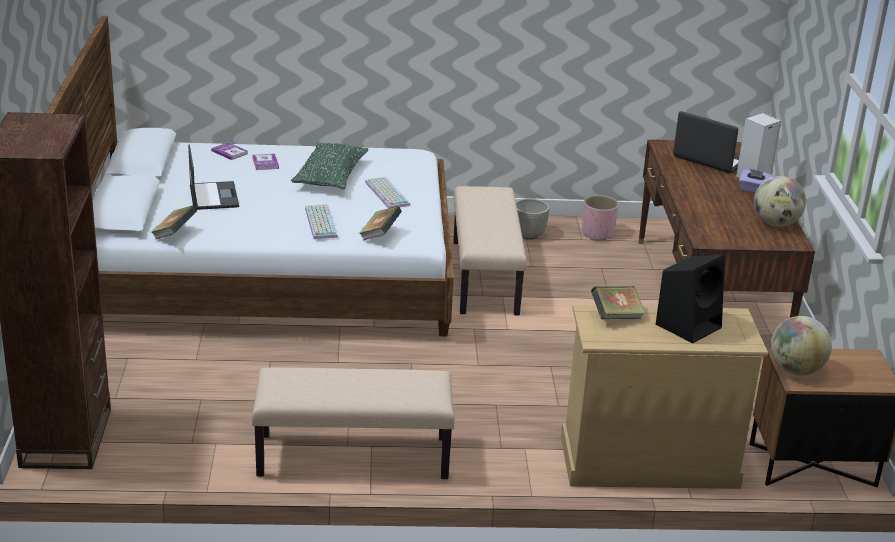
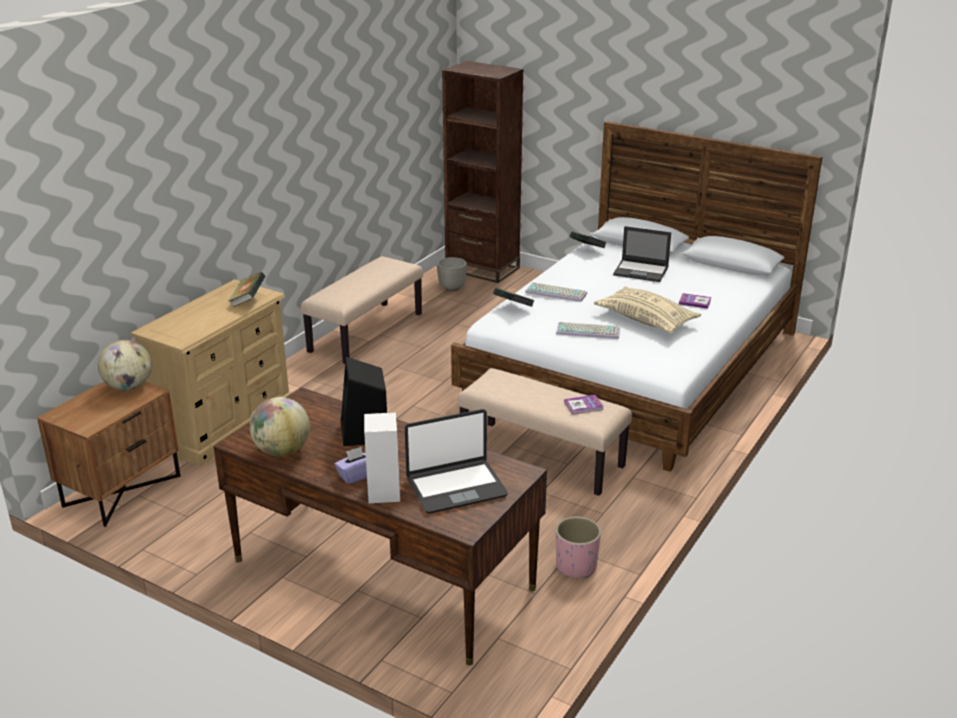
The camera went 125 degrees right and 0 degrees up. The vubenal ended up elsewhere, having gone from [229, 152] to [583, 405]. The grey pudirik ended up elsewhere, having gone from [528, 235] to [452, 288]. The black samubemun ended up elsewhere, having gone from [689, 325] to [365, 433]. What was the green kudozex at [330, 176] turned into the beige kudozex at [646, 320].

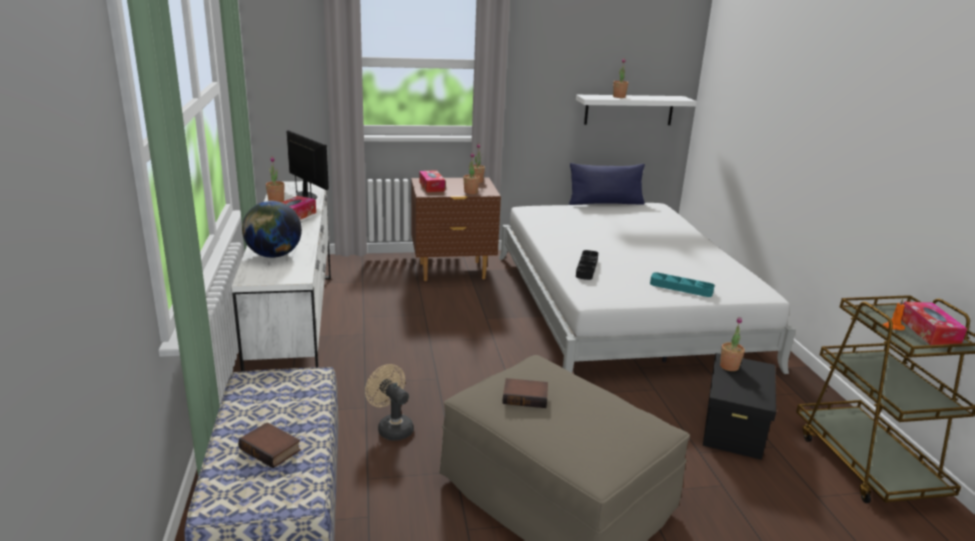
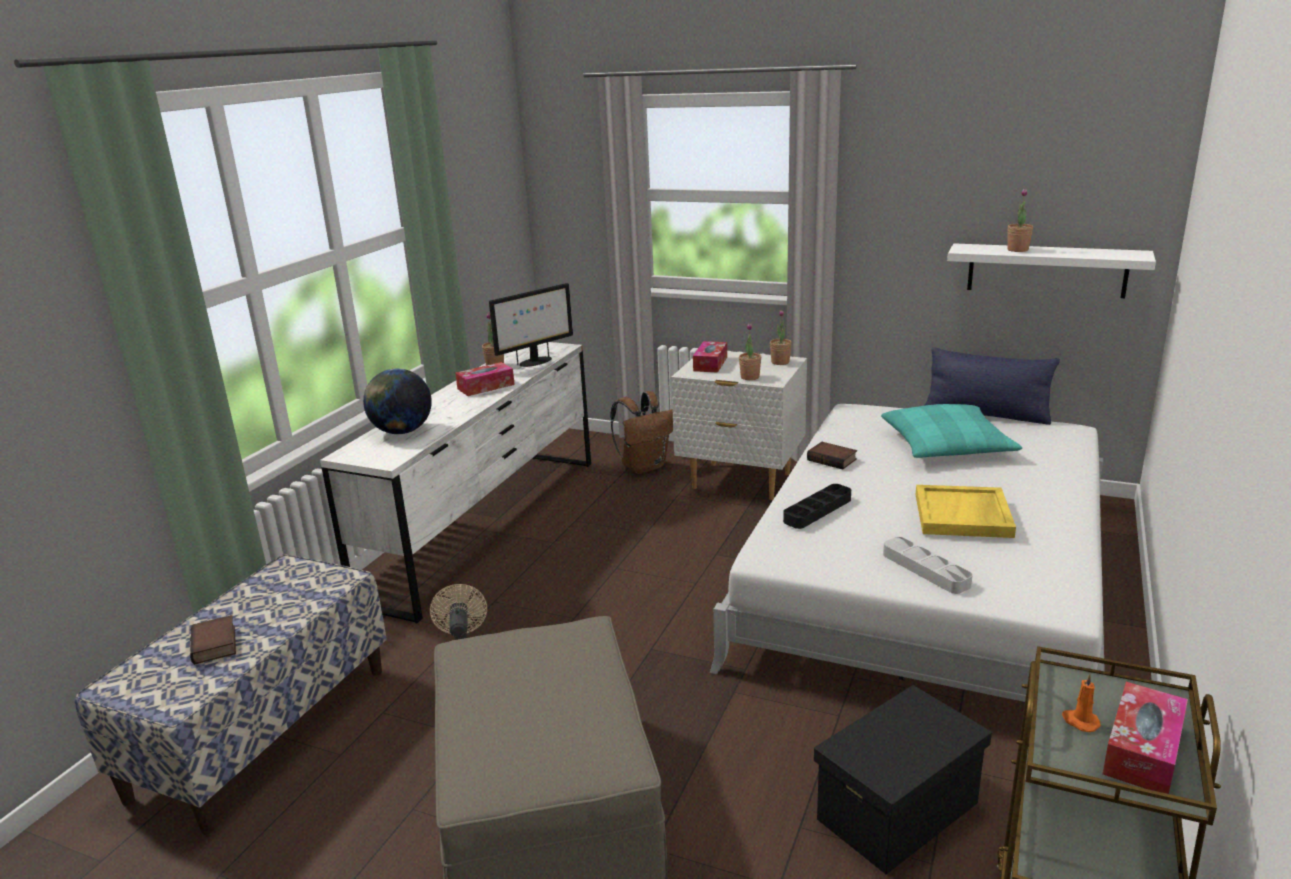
The camera went 35 degrees right and 0 degrees up. The second view lost the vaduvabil at [729, 366]. The second view gained the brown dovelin at [644, 466]. The second view gained the turquoise kudozex at [946, 446]. The second view gained the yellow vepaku at [963, 515]. The vubenal ended up elsewhere, having gone from [526, 397] to [833, 459]. What was the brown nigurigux at [452, 271] turned into the white nigurigux at [741, 482]. What was the turquoise vepaku at [681, 288] turned into the grey vepaku at [925, 569]. The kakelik at [307, 196] ended up facing another way, 60 degrees clockwise from before.

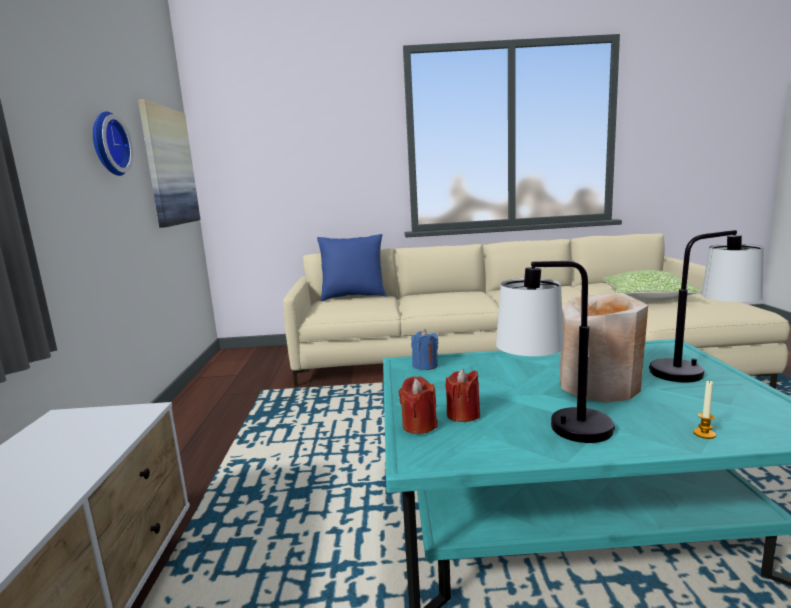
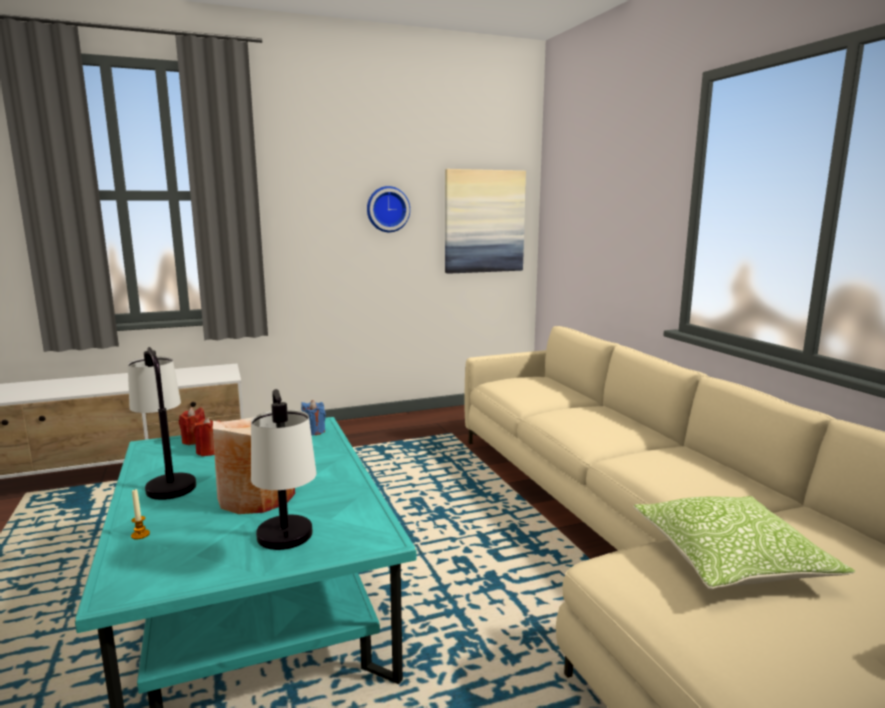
The camera went 70 degrees right and 0 degrees up. The second view lost the blue kudozex at [353, 297].

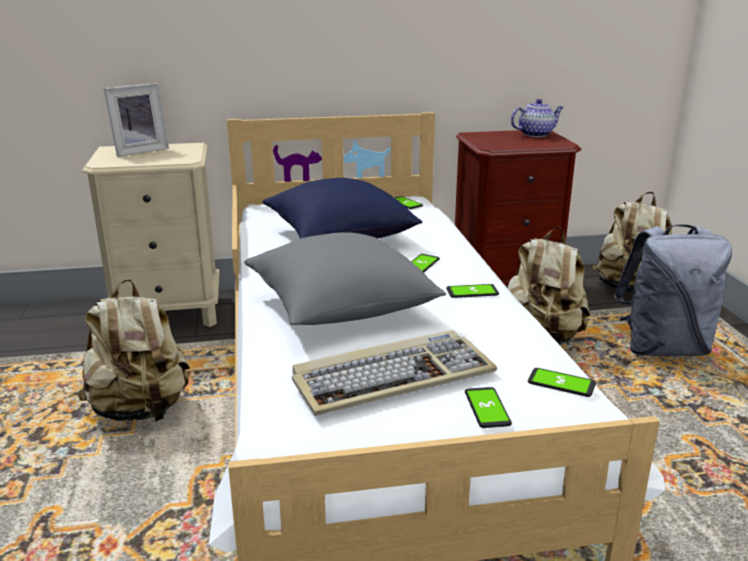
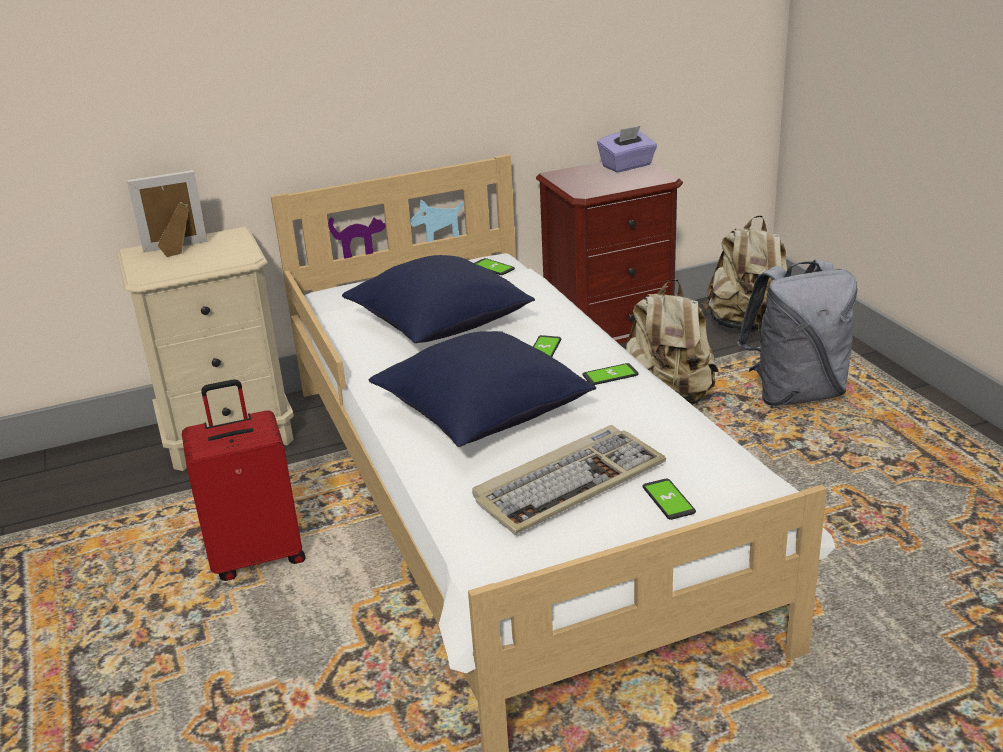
The camera went 10 degrees left and 5 degrees up. The second view lost the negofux at [561, 383]. Where the beige dovelin stood at [141, 410], the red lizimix came to stand at [257, 556]. Where the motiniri stood at [536, 134], the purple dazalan came to stand at [627, 166]. What was the grey kudozex at [341, 308] turned into the blue kudozex at [483, 415]. The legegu at [139, 150] ended up facing another way, 150 degrees counterclockwise from before.

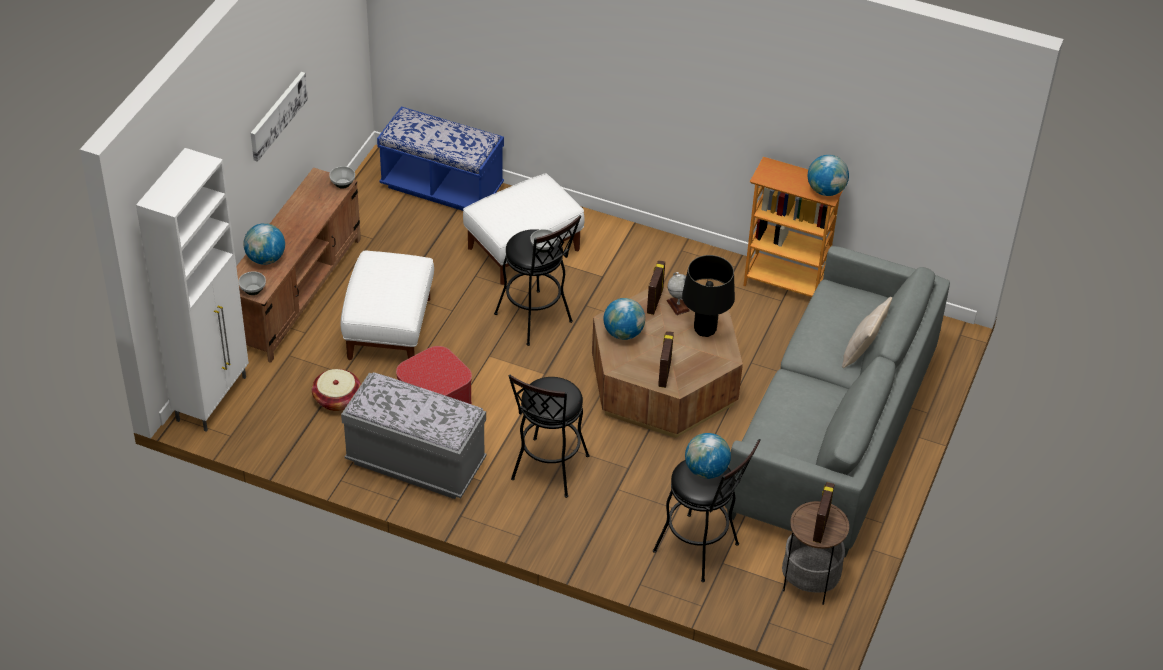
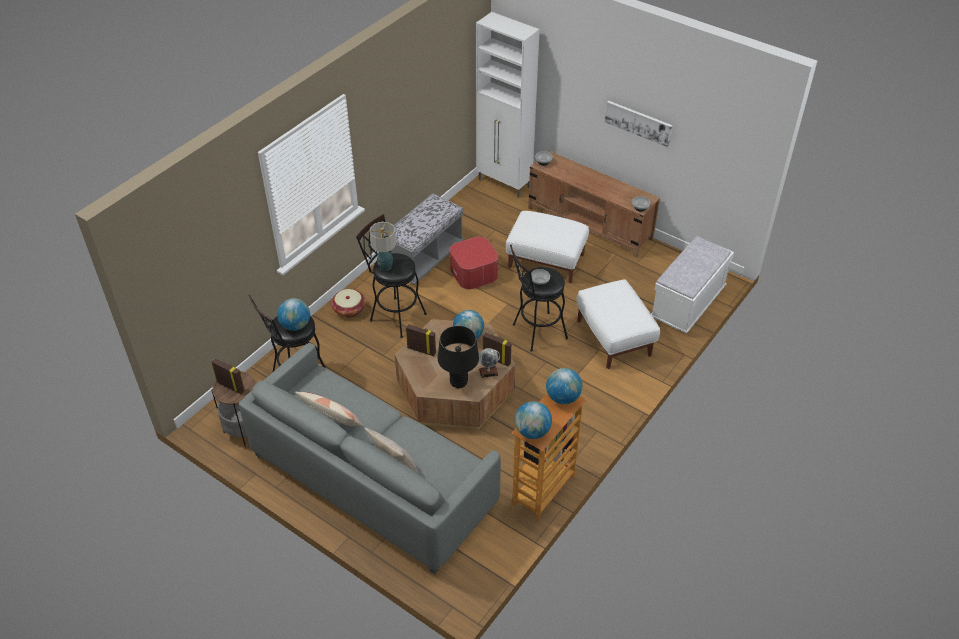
The camera went 105 degrees right and 0 degrees up. The second view gained the kudozex at [331, 418]. The second view gained the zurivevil at [385, 266]. The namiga ended up elsewhere, having gone from [265, 258] to [563, 397]. The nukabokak ended up elsewhere, having gone from [337, 399] to [349, 309]. What was the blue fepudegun at [442, 187] turned into the white fepudegun at [688, 304].

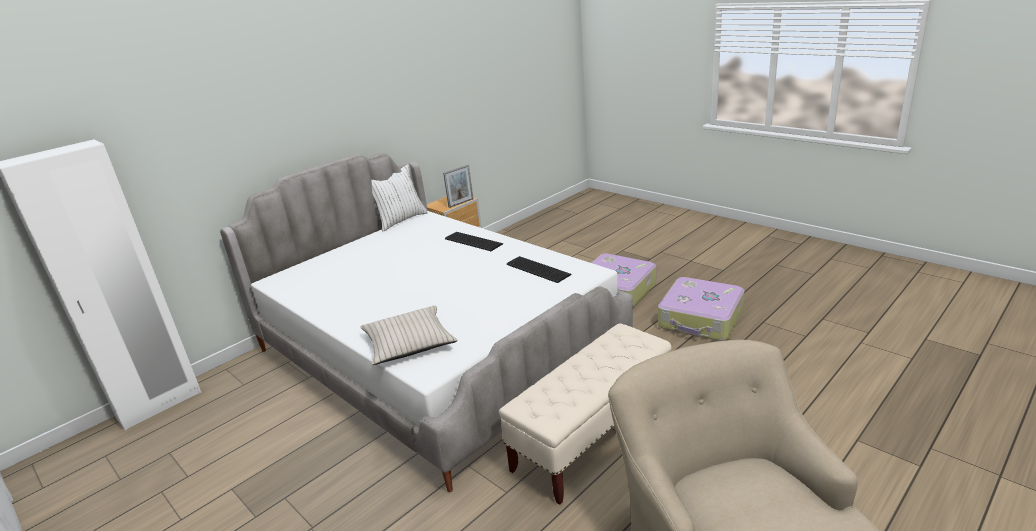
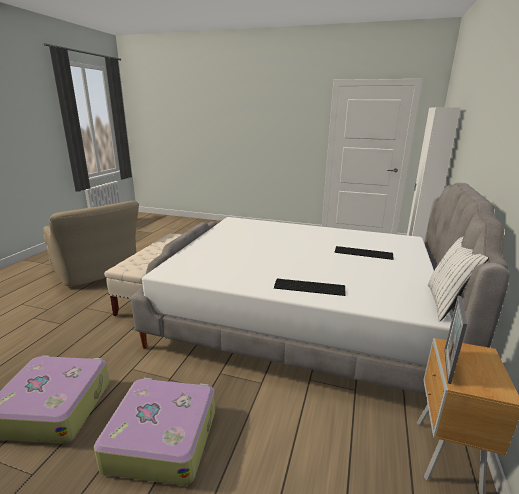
The camera went 150 degrees right and 5 degrees down. The second view lost the beige kudozex at [409, 343]. The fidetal ended up elsewhere, having gone from [538, 269] to [364, 253].

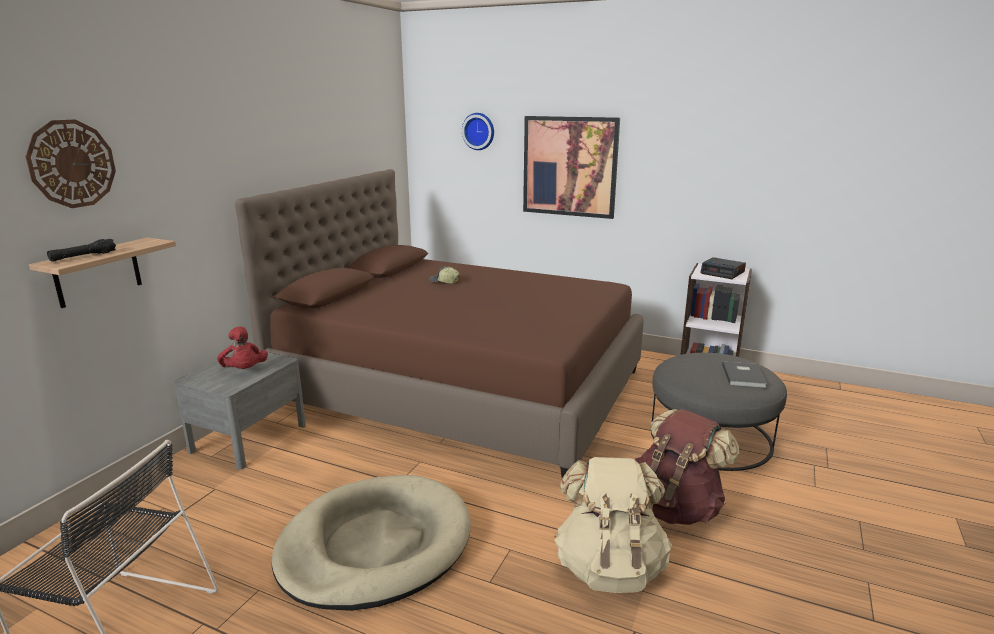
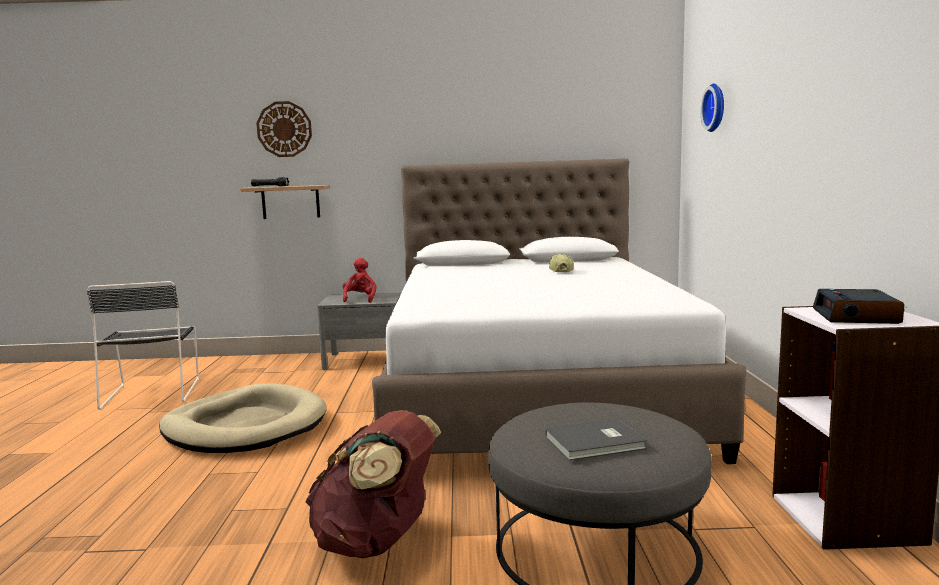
The camera went 65 degrees right and 10 degrees down. The second view lost the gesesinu at [569, 166]. The second view lost the beige dovelin at [609, 568]. What was the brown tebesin at [462, 387] turned into the white tebesin at [534, 393]. The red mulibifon at [244, 370] ended up facing another way, 150 degrees clockwise from before.

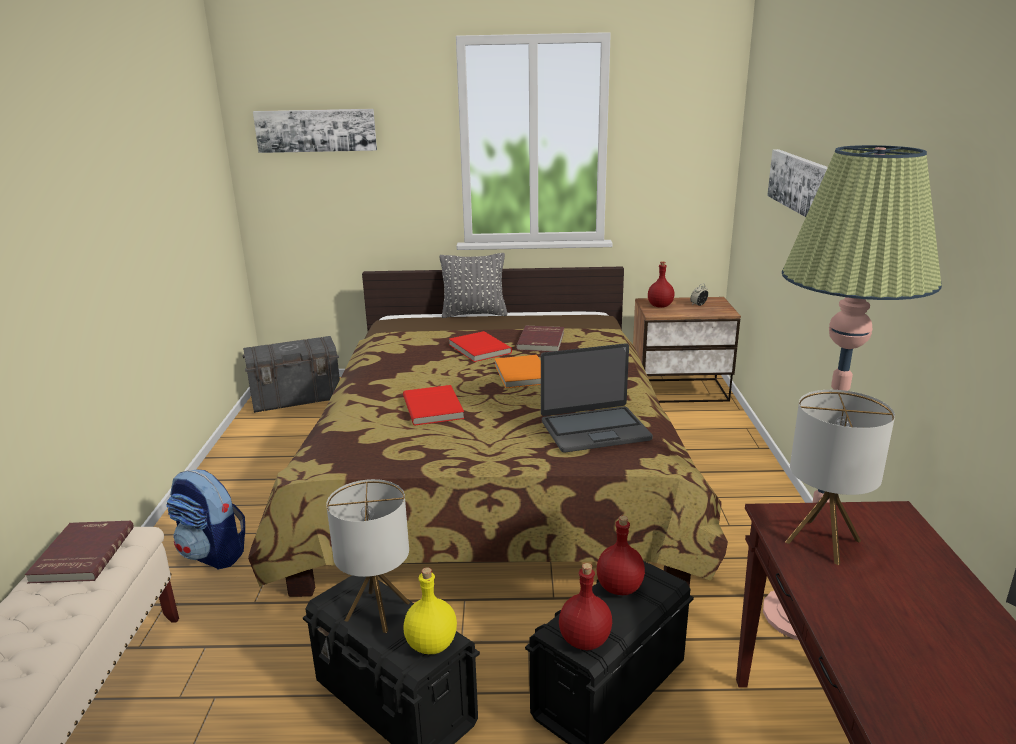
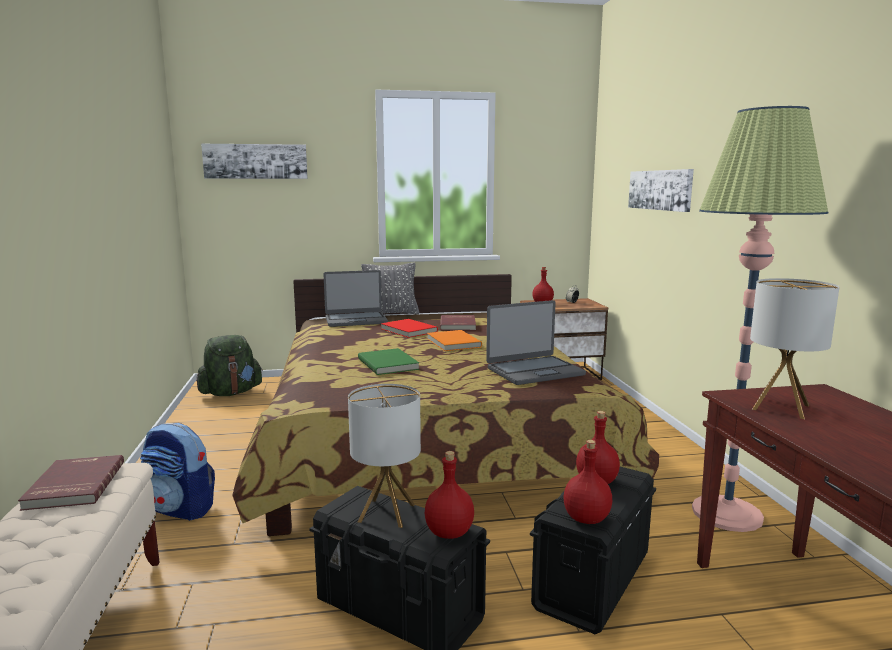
The camera went 10 degrees left and 10 degrees down. The second view gained the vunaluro at [356, 320]. Where the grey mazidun stood at [297, 398], the green dovelin came to stand at [231, 393]. What was the red vubenal at [434, 407] turned into the green vubenal at [389, 364]. What was the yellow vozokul at [432, 645] turned into the red vozokul at [450, 533].

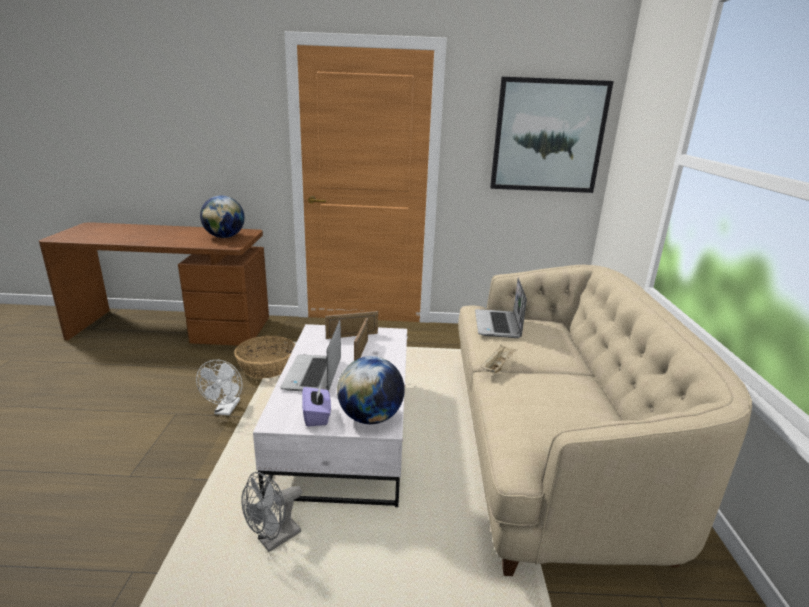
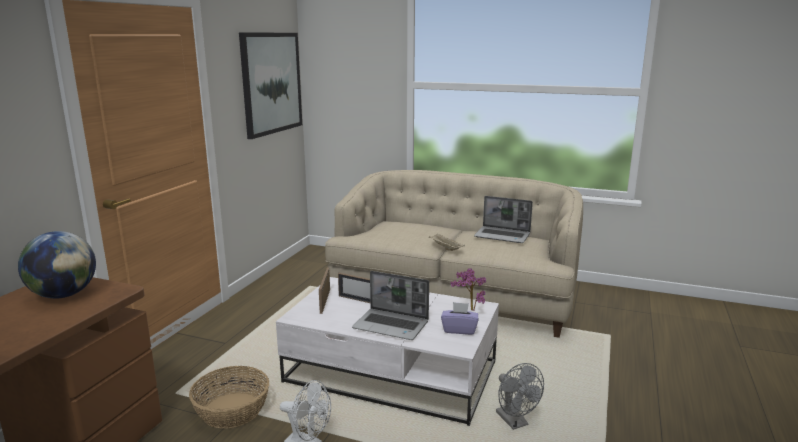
The camera went 70 degrees left and 5 degrees down. The vunaluro ended up elsewhere, having gone from [498, 325] to [503, 236]. Where the namiga stood at [370, 417], the vaduvabil came to stand at [469, 310].

